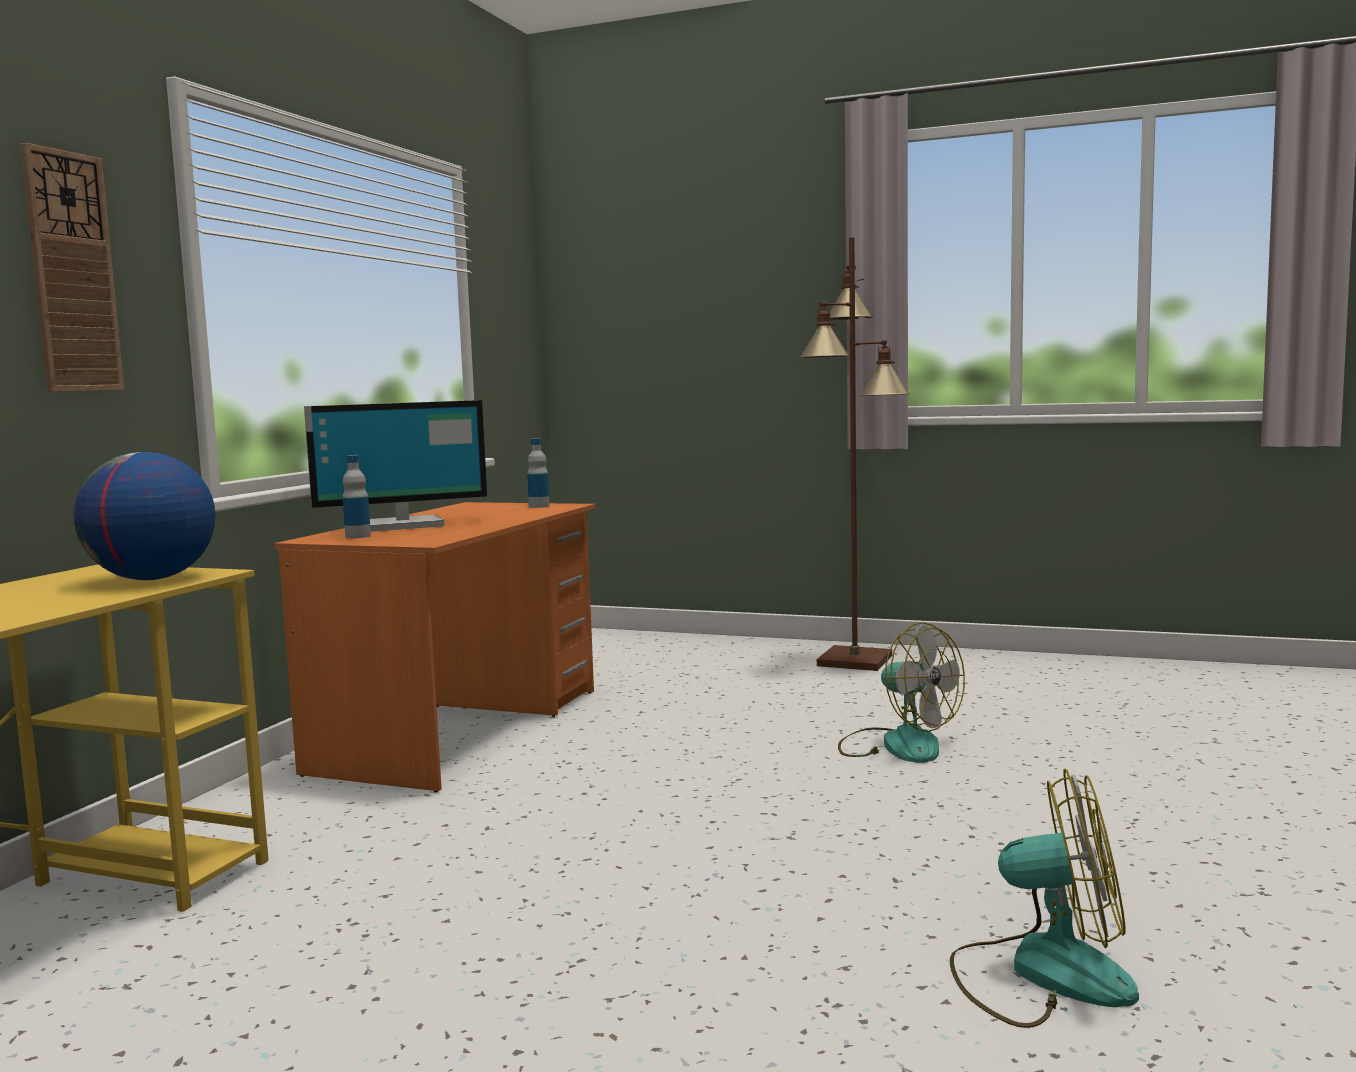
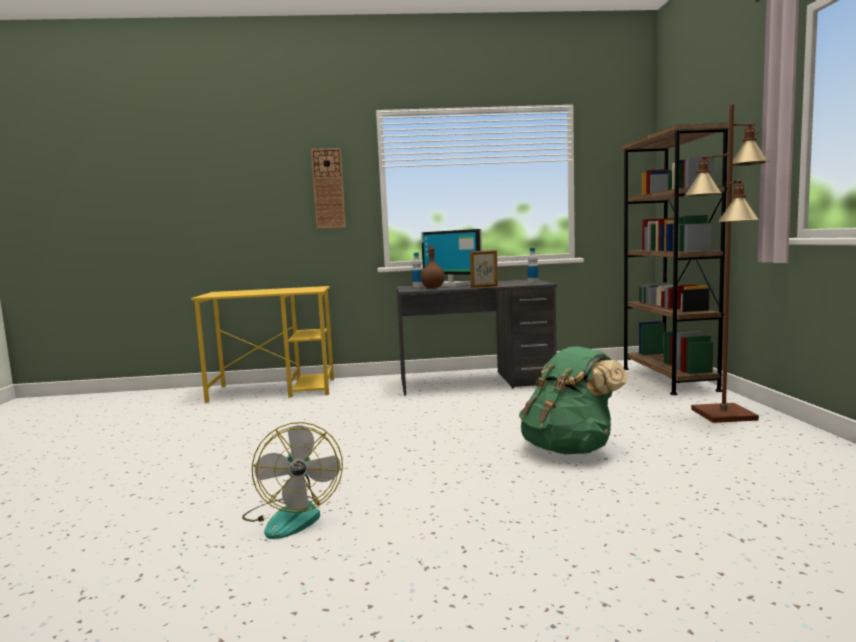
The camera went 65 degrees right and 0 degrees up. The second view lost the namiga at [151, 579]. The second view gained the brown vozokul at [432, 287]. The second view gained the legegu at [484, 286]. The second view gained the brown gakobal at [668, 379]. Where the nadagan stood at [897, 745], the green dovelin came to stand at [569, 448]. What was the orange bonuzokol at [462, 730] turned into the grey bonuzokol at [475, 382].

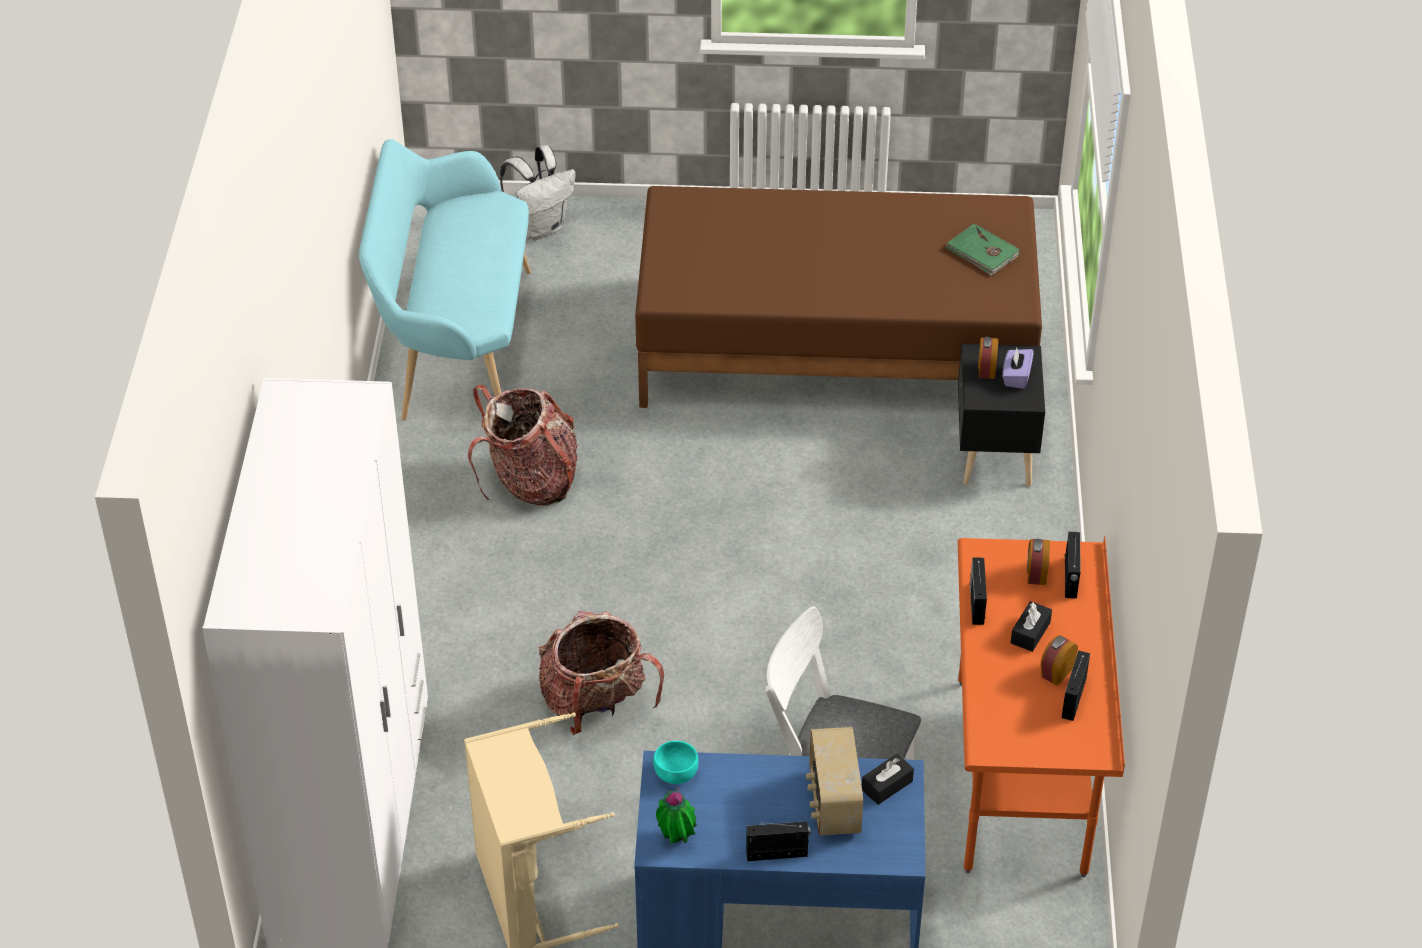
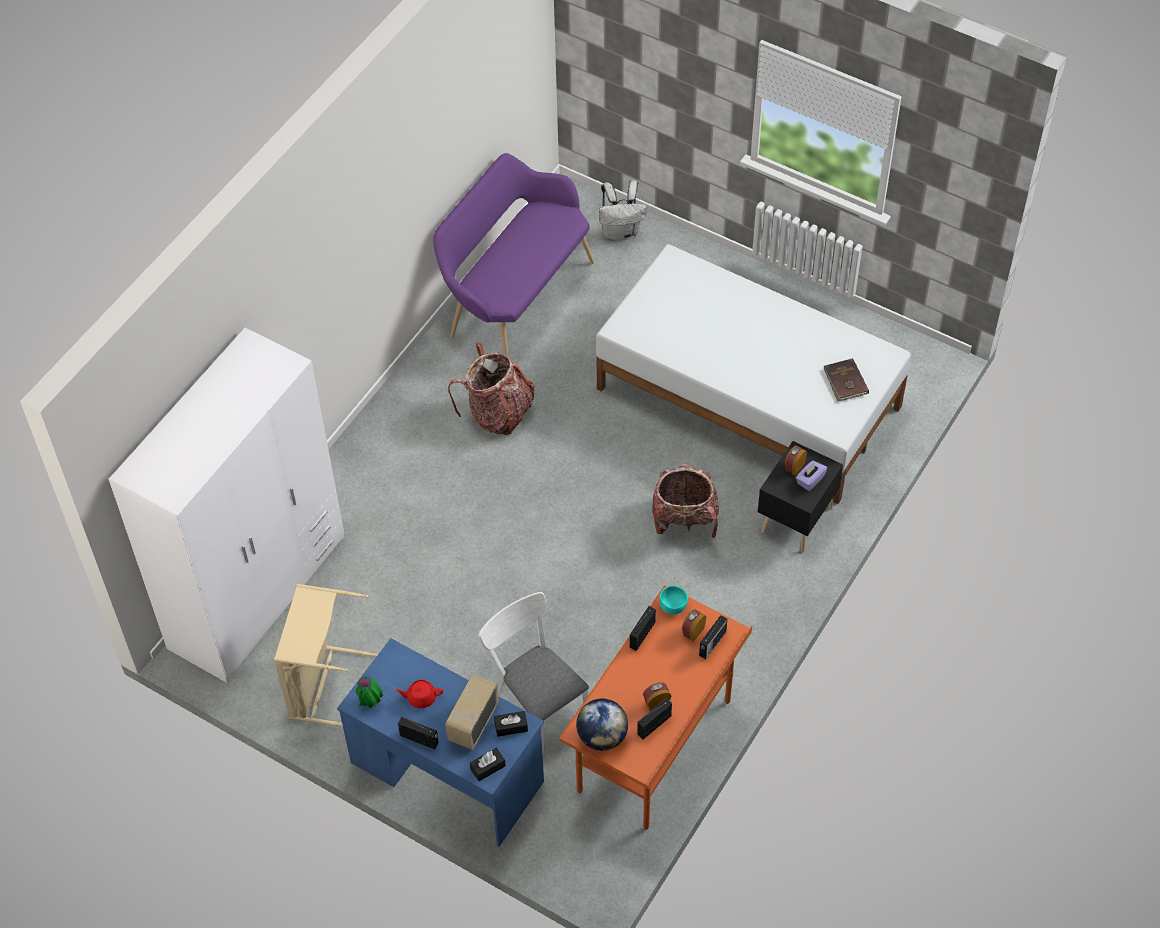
The camera went 30 degrees right and 10 degrees up. The second view gained the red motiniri at [421, 698]. The second view gained the namiga at [602, 736]. The dovelin ended up elsewhere, having gone from [596, 704] to [684, 519]. The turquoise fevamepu ended up elsewhere, having gone from [676, 772] to [673, 605]. The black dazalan ended up elsewhere, having gone from [1030, 633] to [487, 767]. What was the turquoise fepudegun at [456, 346] turned into the purple fepudegun at [515, 298]. What was the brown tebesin at [836, 348] turned into the white tebesin at [748, 399]. What was the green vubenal at [982, 253] turned into the brown vubenal at [845, 382].

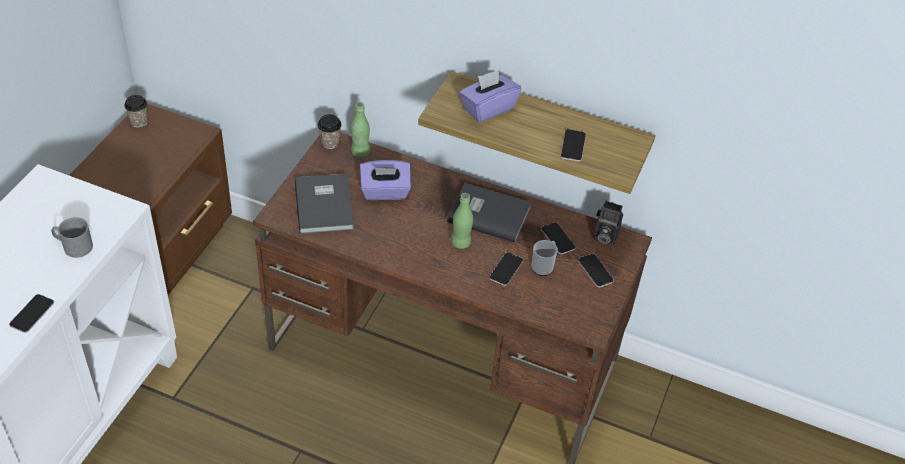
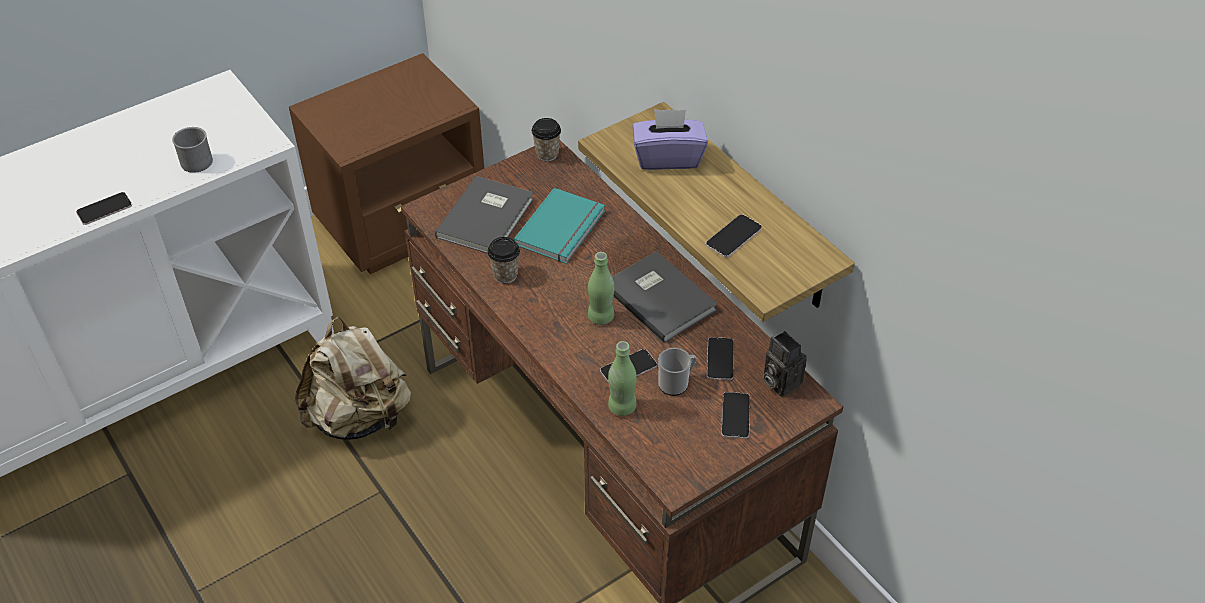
The camera went 35 degrees right and 0 degrees up. The second view gained the beige dovelin at [360, 417]. The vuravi ended up elsewhere, having gone from [139, 122] to [505, 275]. The green vozokul ended up elsewhere, having gone from [360, 152] to [622, 407]. Where the purple dazalan stood at [385, 192], the turquoise vubenal came to stand at [562, 228].

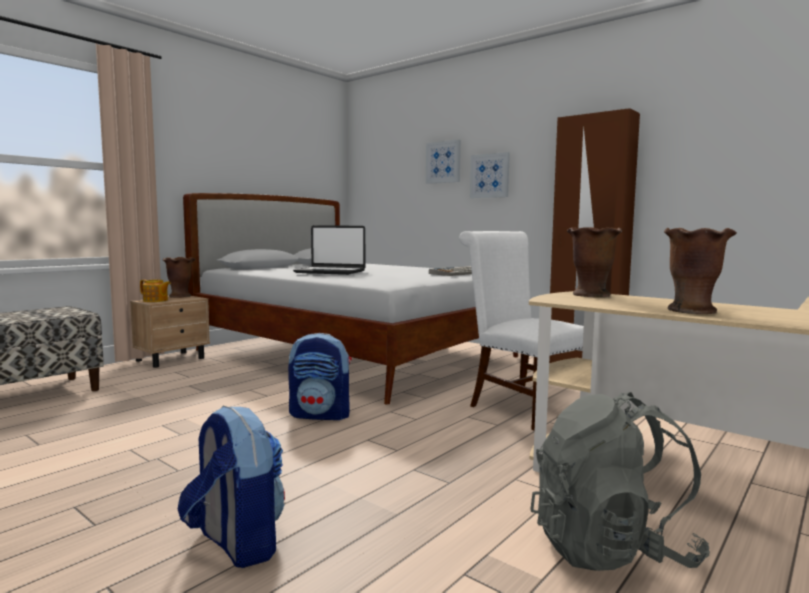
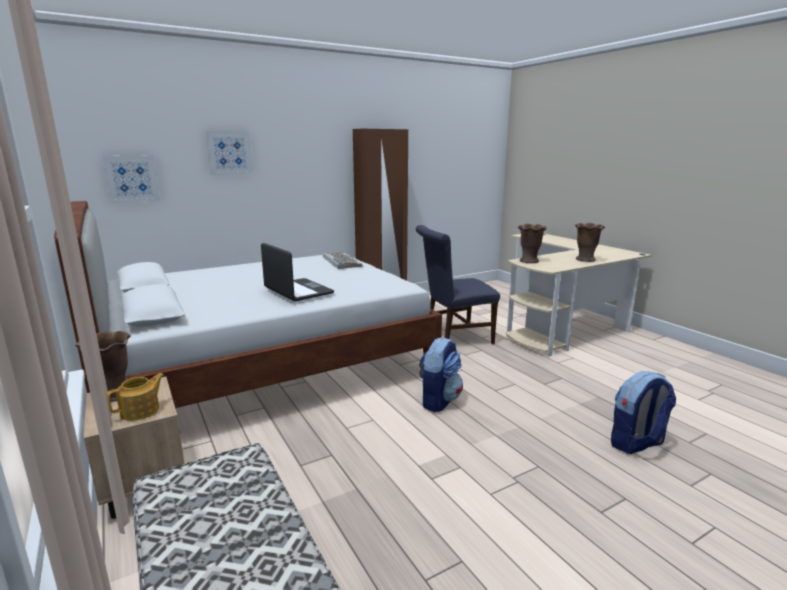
The camera went 70 degrees left and 10 degrees up. The second view lost the grey dovelin at [611, 549]. The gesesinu ended up elsewhere, having gone from [490, 176] to [132, 178]. What was the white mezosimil at [522, 407] turned into the blue mezosimil at [453, 337]. The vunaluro at [330, 272] ended up facing another way, 75 degrees counterclockwise from before.

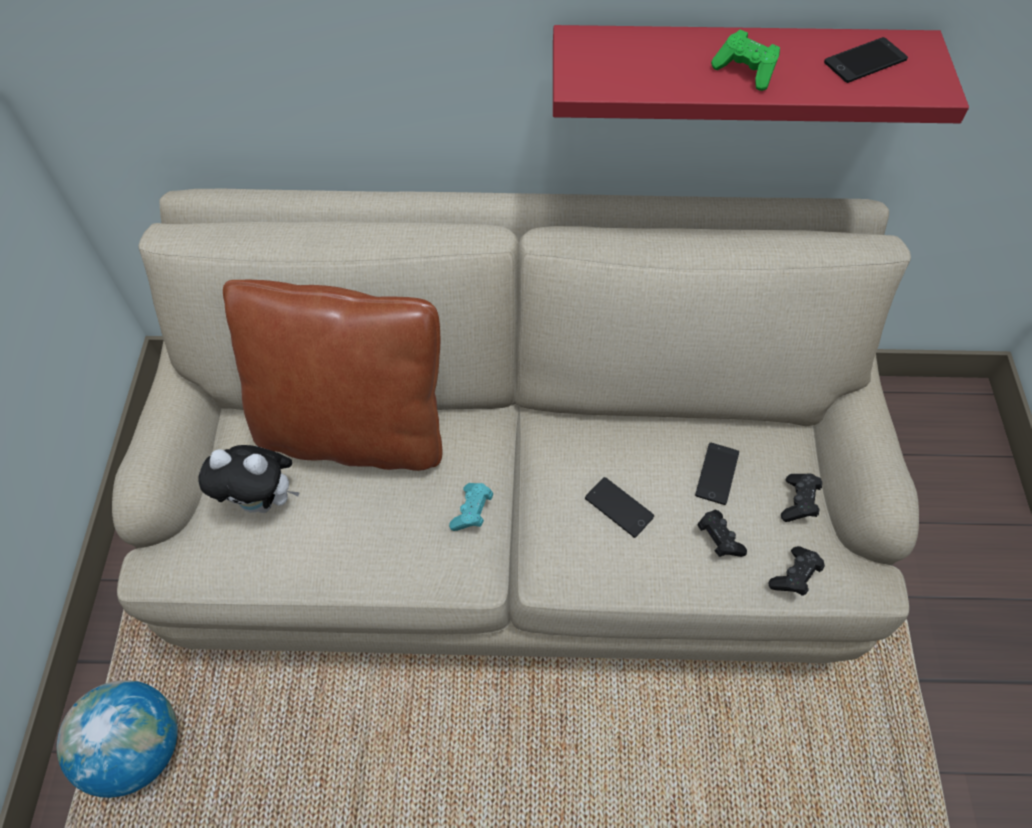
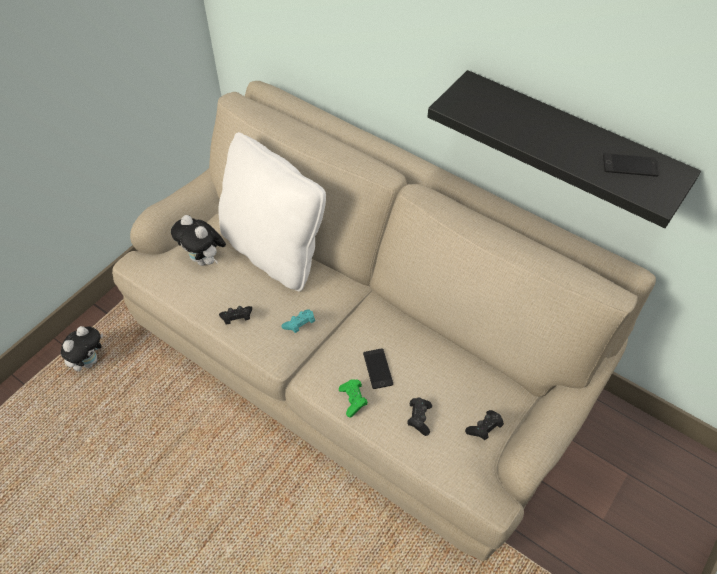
The camera went 35 degrees right and 5 degrees down. The second view lost the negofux at [717, 473]. The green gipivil ended up elsewhere, having gone from [745, 71] to [353, 400]. The black gipivil ended up elsewhere, having gone from [794, 576] to [237, 319]. Where the namiga stood at [138, 748], the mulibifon came to stand at [89, 361]. What was the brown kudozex at [353, 430] turned into the white kudozex at [274, 251]. What was the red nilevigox at [735, 71] turned into the black nilevigox at [569, 142].

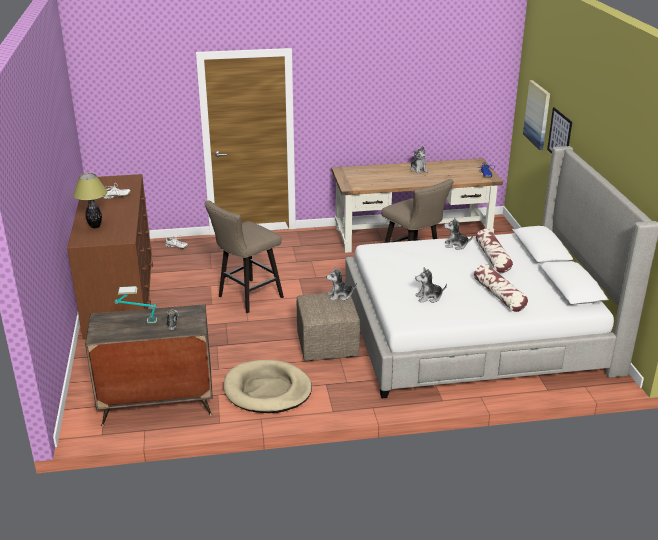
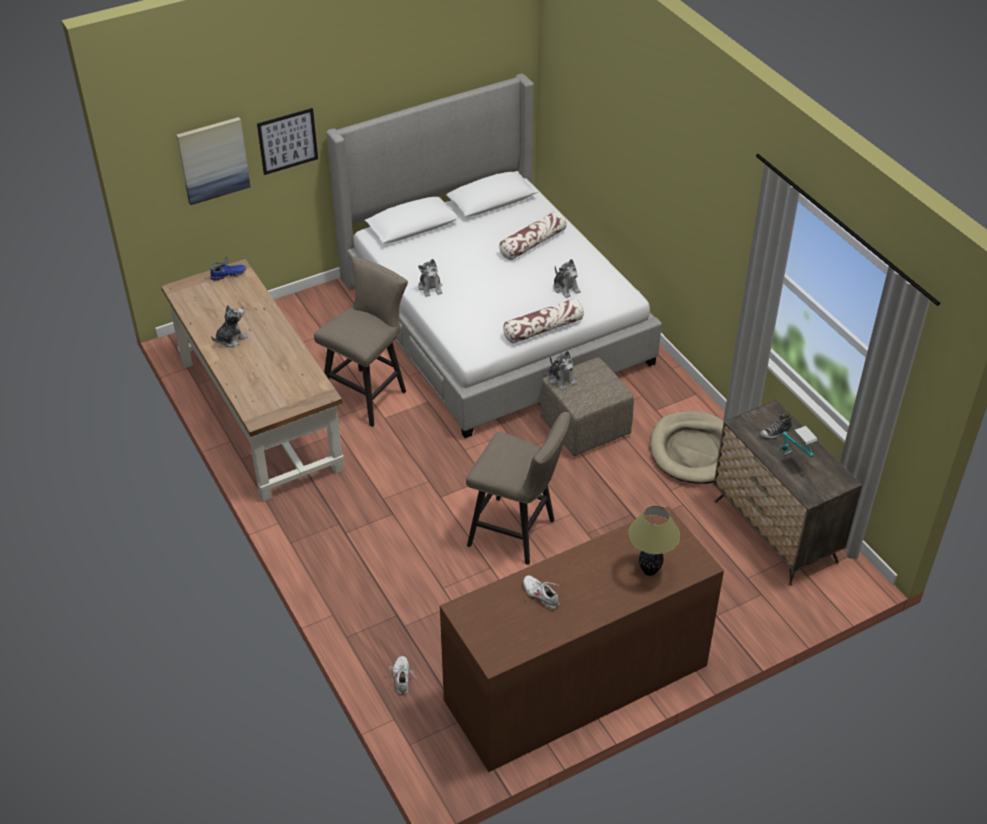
The camera went 110 degrees left and 15 degrees up. The kudozex ended up elsewhere, having gone from [493, 258] to [543, 329].

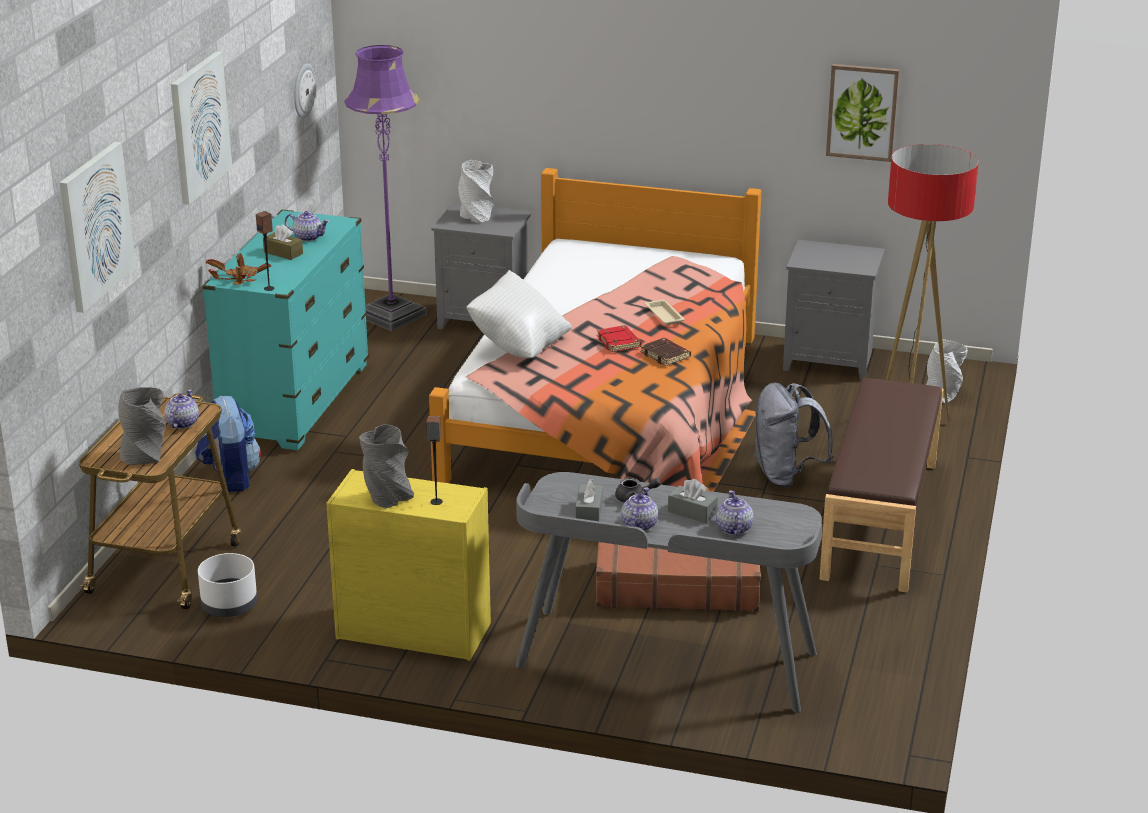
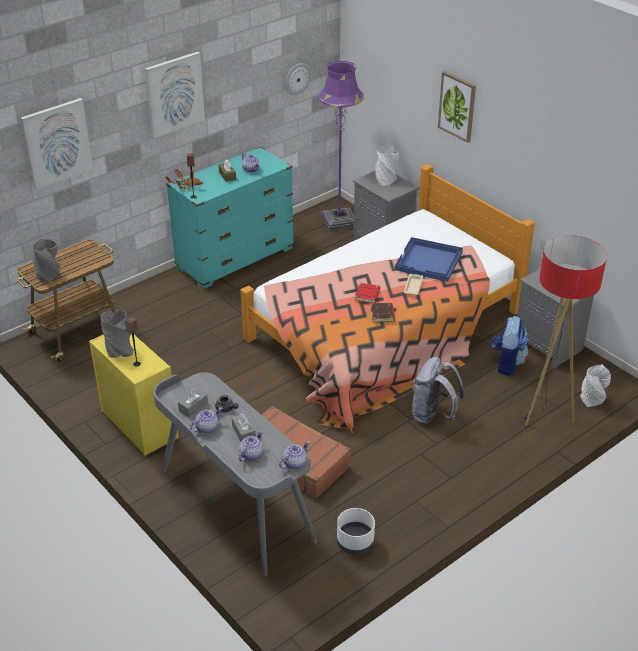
The camera went 35 degrees right and 10 degrees up. The second view lost the white kudozex at [518, 345]. The second view lost the brown fepudegun at [881, 520]. The second view gained the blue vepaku at [429, 261]. The motiniri ended up elsewhere, having gone from [182, 423] to [294, 463]. The dovelin ended up elsewhere, having gone from [230, 477] to [506, 363]. The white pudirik ended up elsewhere, having gone from [229, 606] to [354, 542]. The gesesinu ended up elsewhere, having gone from [862, 112] to [457, 106].

